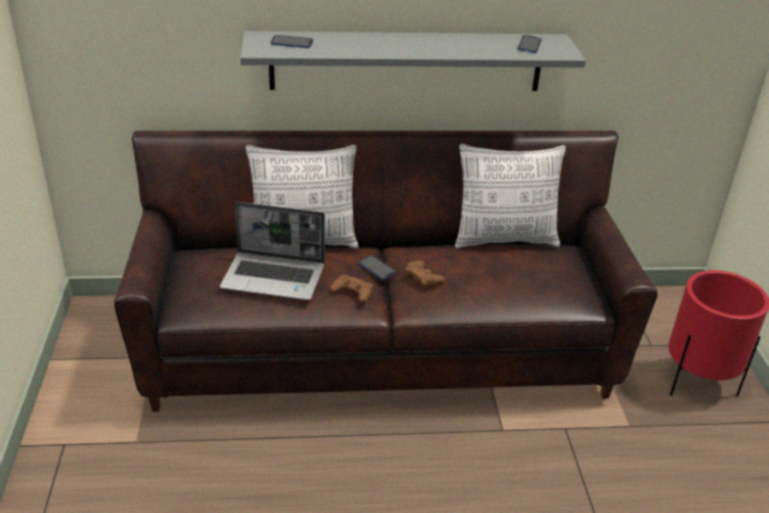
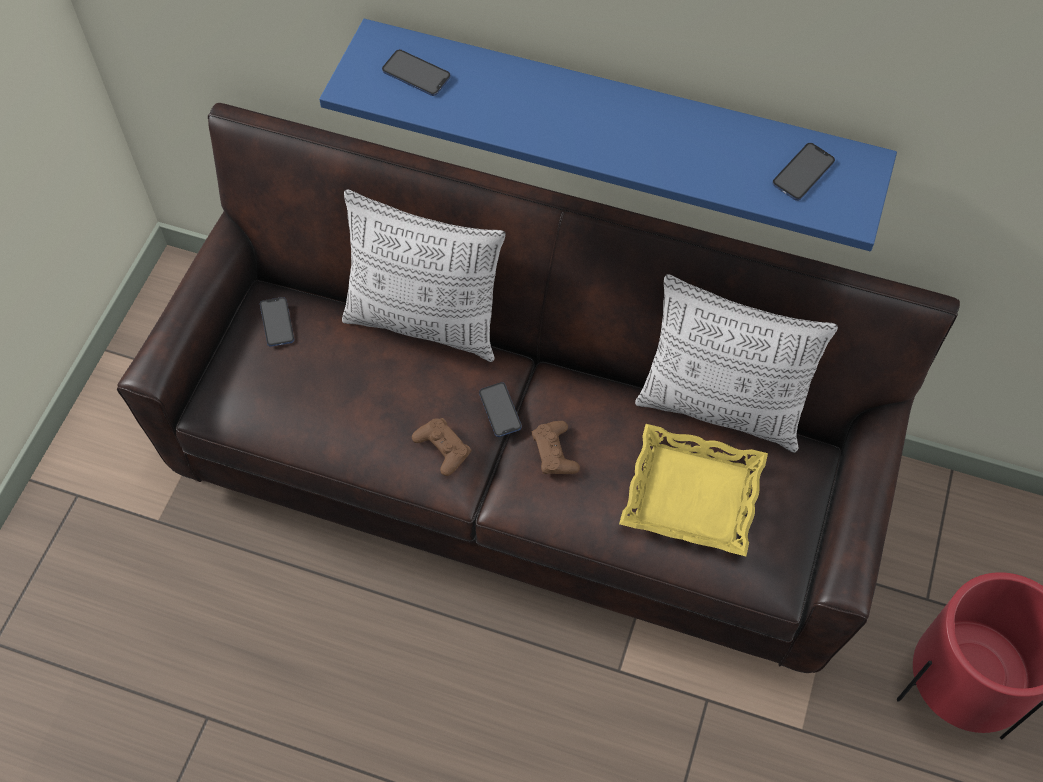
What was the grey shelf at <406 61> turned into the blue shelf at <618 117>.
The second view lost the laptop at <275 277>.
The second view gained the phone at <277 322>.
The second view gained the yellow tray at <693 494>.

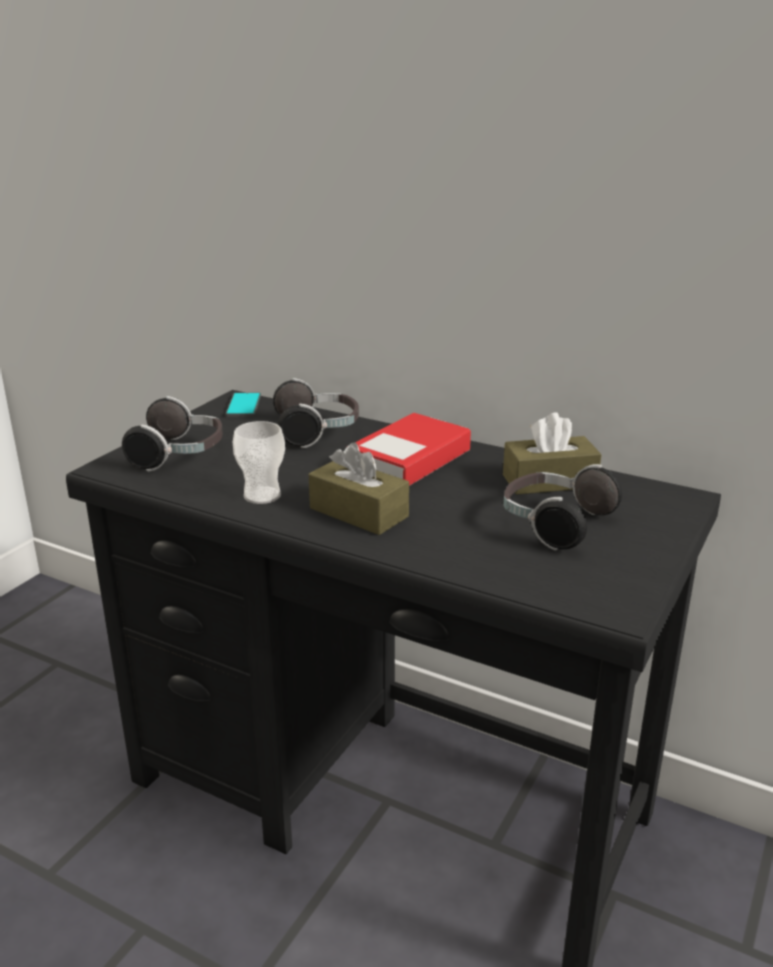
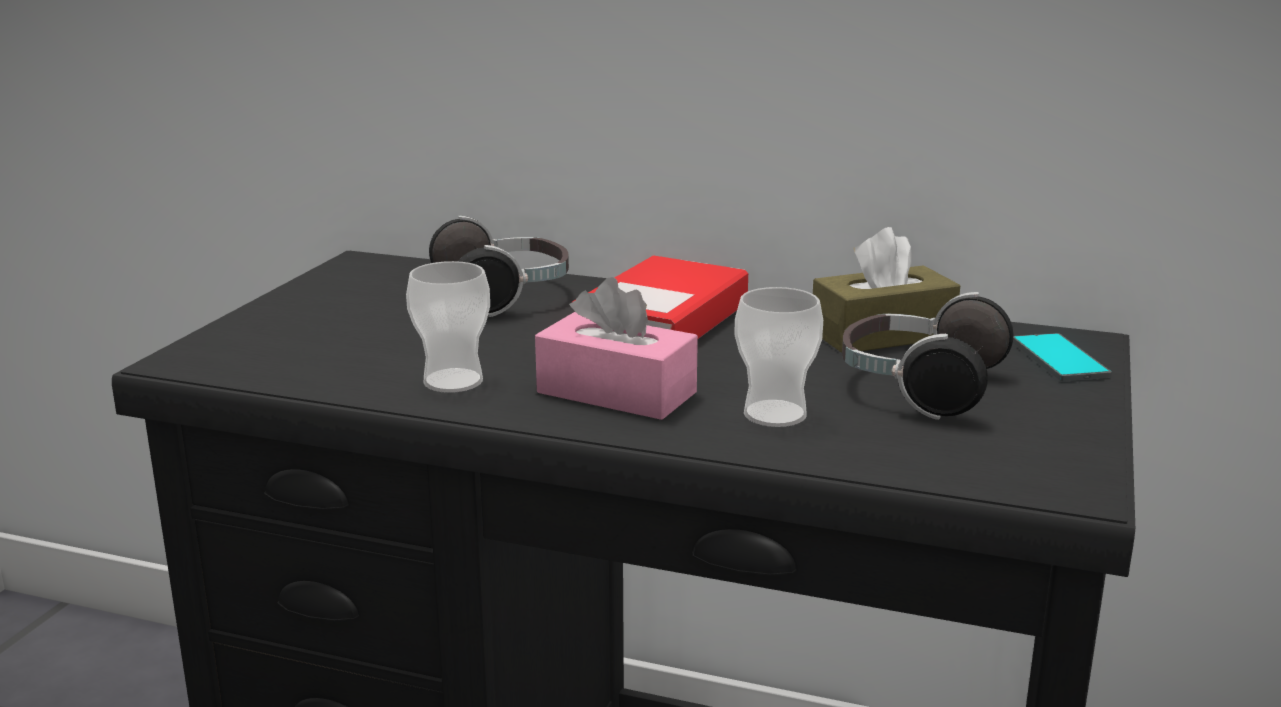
The phone ended up elsewhere, having gone from <244 406> to <1059 359>.
The second view lost the headphones at <180 455>.
What was the brown tissue box at <358 512> turned into the pink tissue box at <616 393>.
The second view gained the cup at <775 414>.

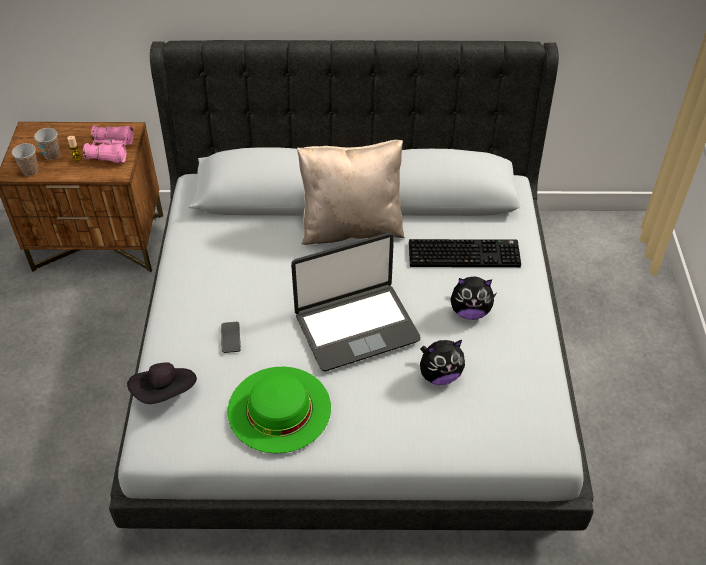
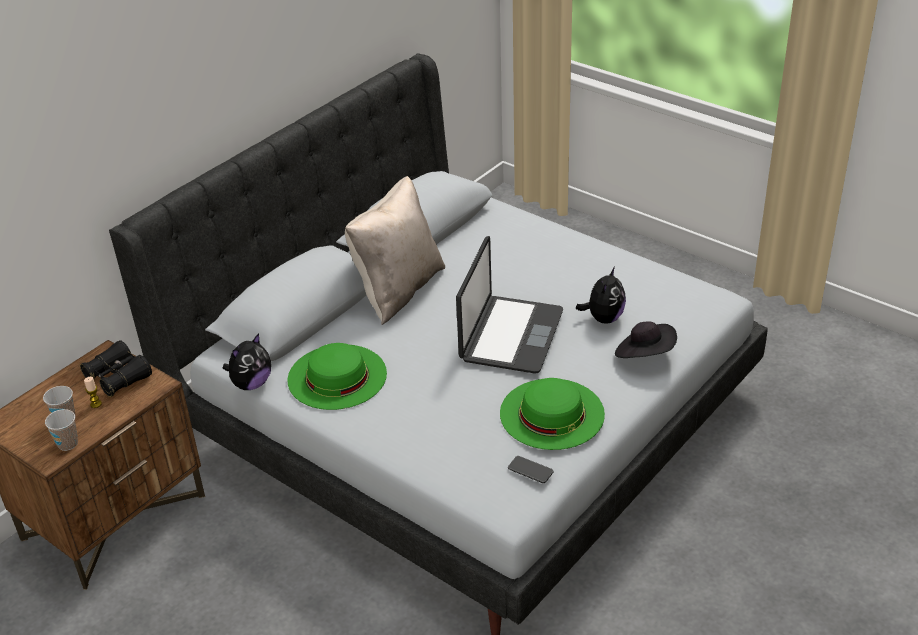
What was the pink binoculars at <111 151> turned into the black binoculars at <118 377>.
The second view lost the keyboard at <465 253>.
The plush toy ended up elsewhere, having gone from <470 311> to <251 384>.
The phone ended up elsewhere, having gone from <230 337> to <530 470>.
The black hat ended up elsewhere, having gone from <165 393> to <645 355>.
The second view gained the green hat at <337 376>.

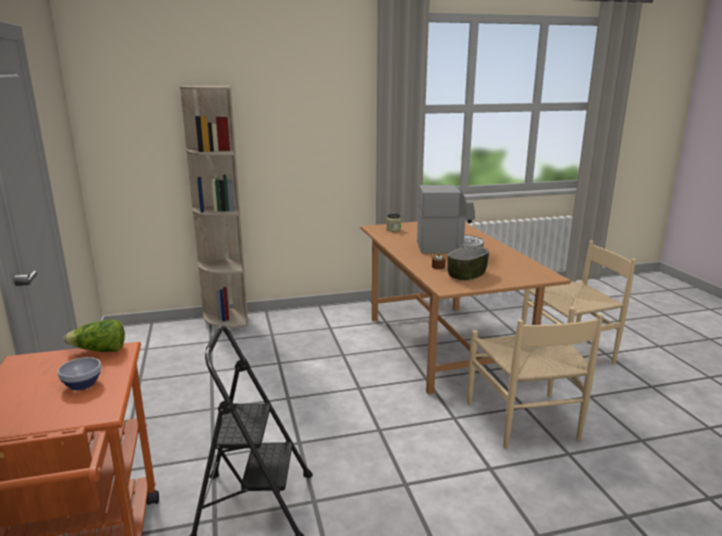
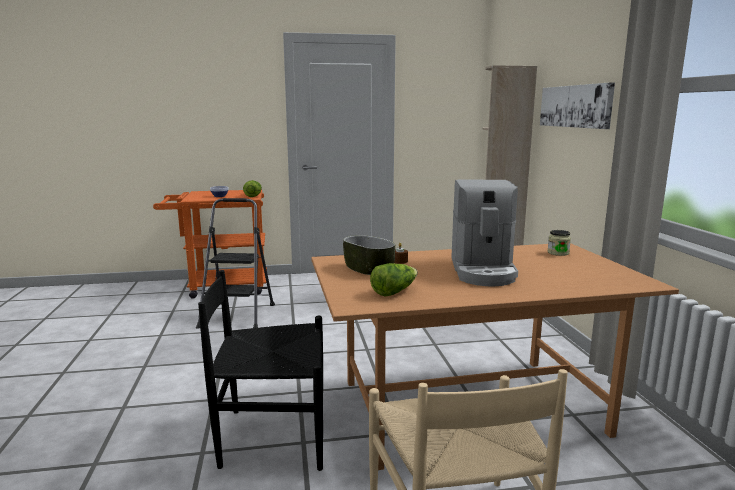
What was the beige chair at <525 421> turned into the black chair at <273 436>.
The second view gained the picture at <575 106>.
The second view gained the lettuce at <394 292>.

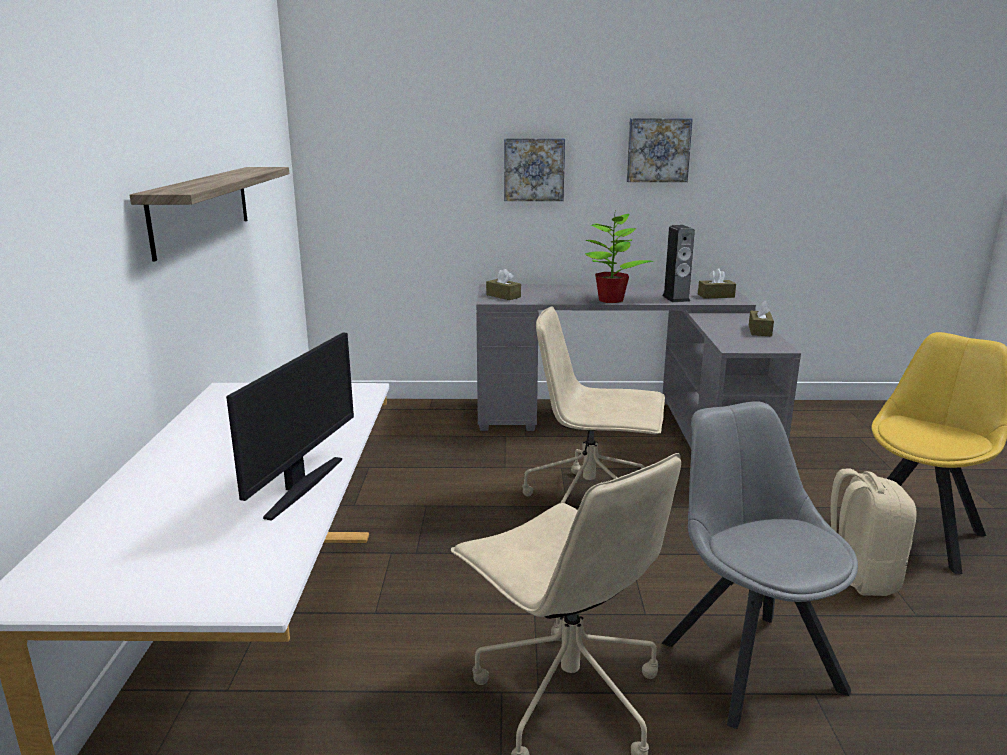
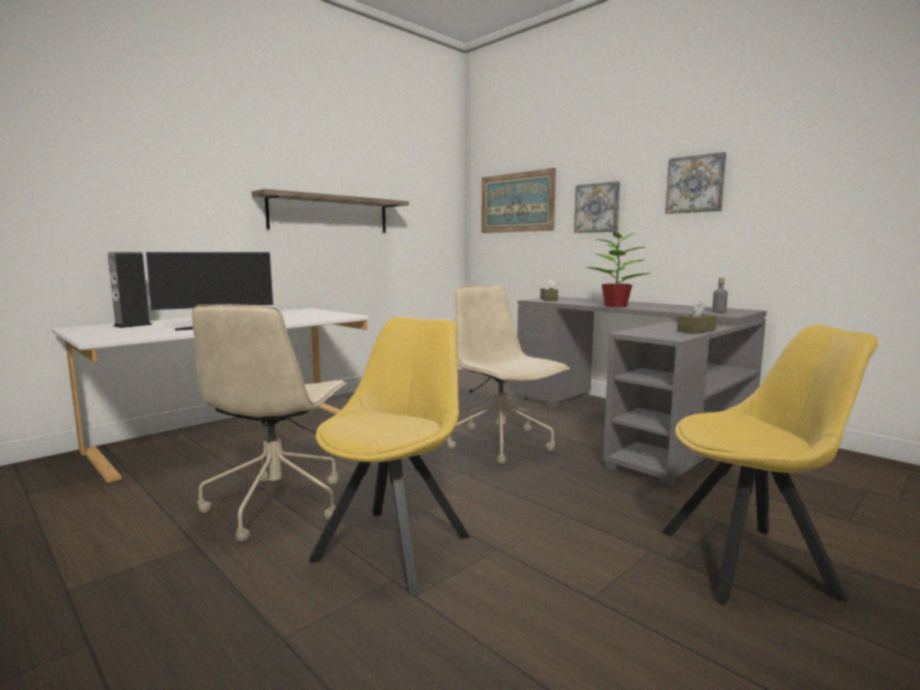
The speaker ended up elsewhere, having gone from <676 298> to <132 325>.
Where the brown tissue box stood at <716 296>, the grey bottle came to stand at <719 312>.
What was the grey chair at <748 663> turned into the yellow chair at <395 545>.
The second view lost the beige backpack at <858 576>.
The second view gained the picture at <516 202>.

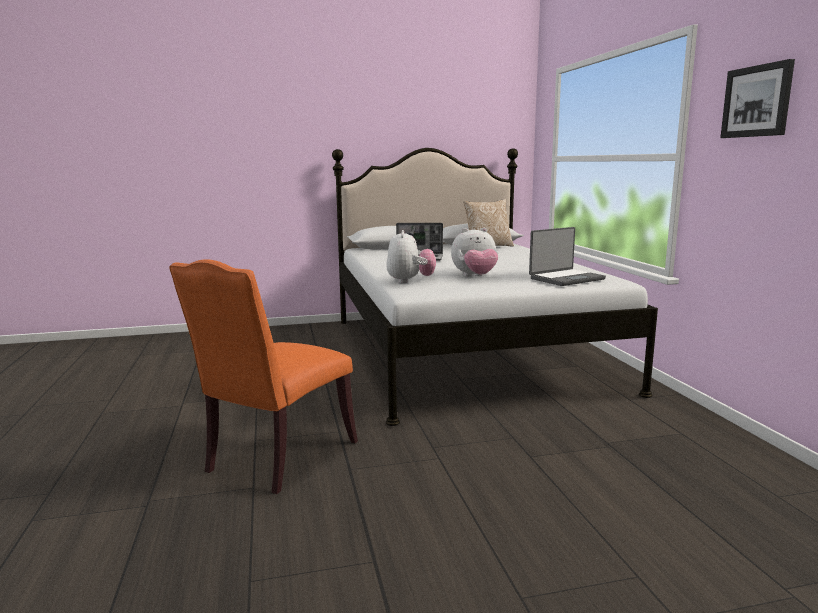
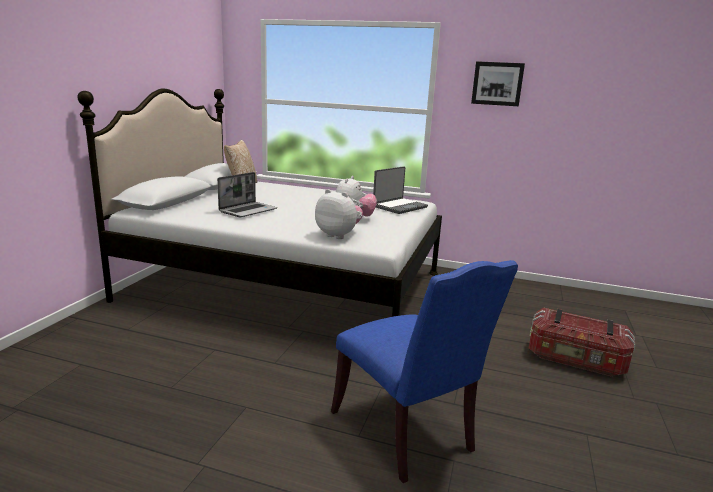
The laptop at <565 279> ended up facing another way, 45 degrees clockwise from before.
What was the orange chair at <277 458> turned into the blue chair at <407 433>.
The second view gained the storage box at <575 360>.

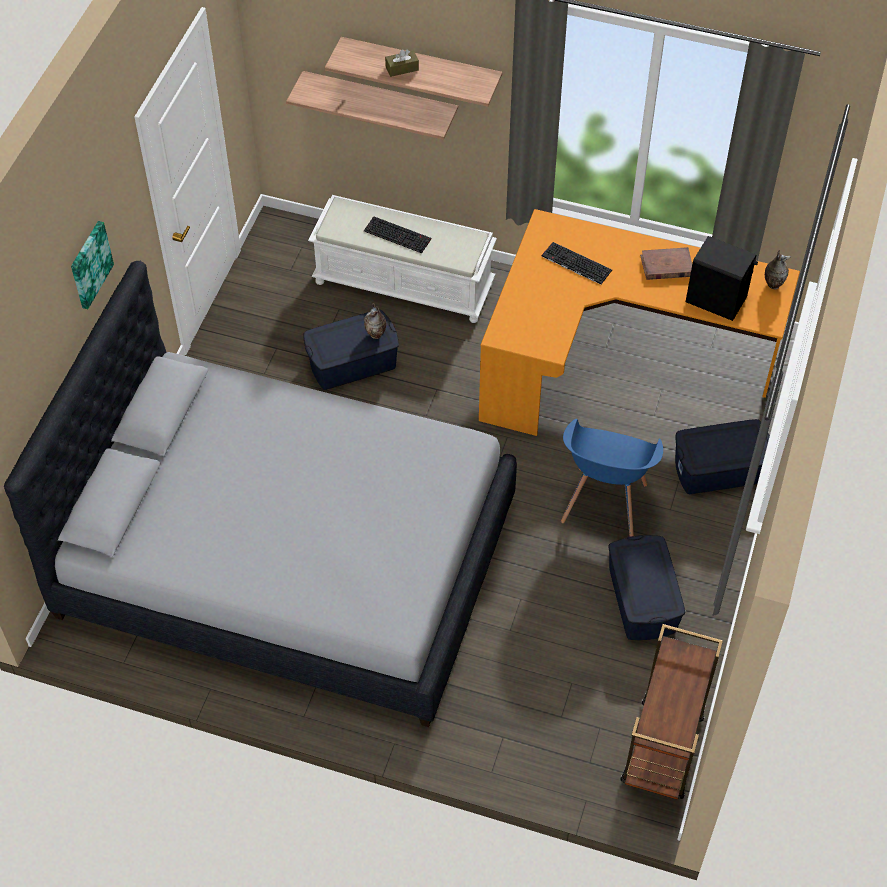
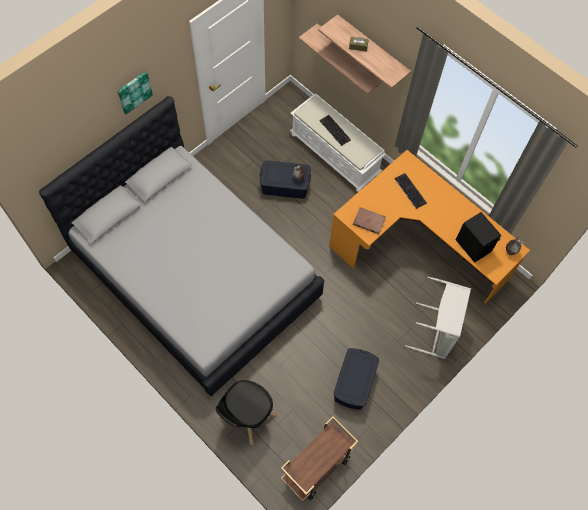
The brown book ended up elsewhere, having gone from <666 266> to <368 221>.
The second view lost the blue chair at <604 504>.
Where the blue storage box stood at <720 470>, the grey laundry basket came to stand at <436 332>.
The second view gained the black chair at <246 418>.

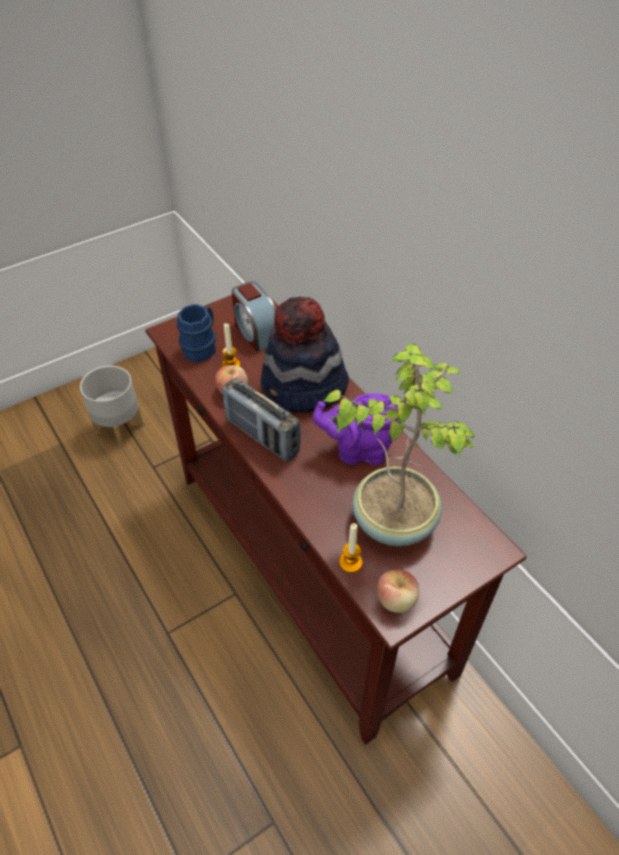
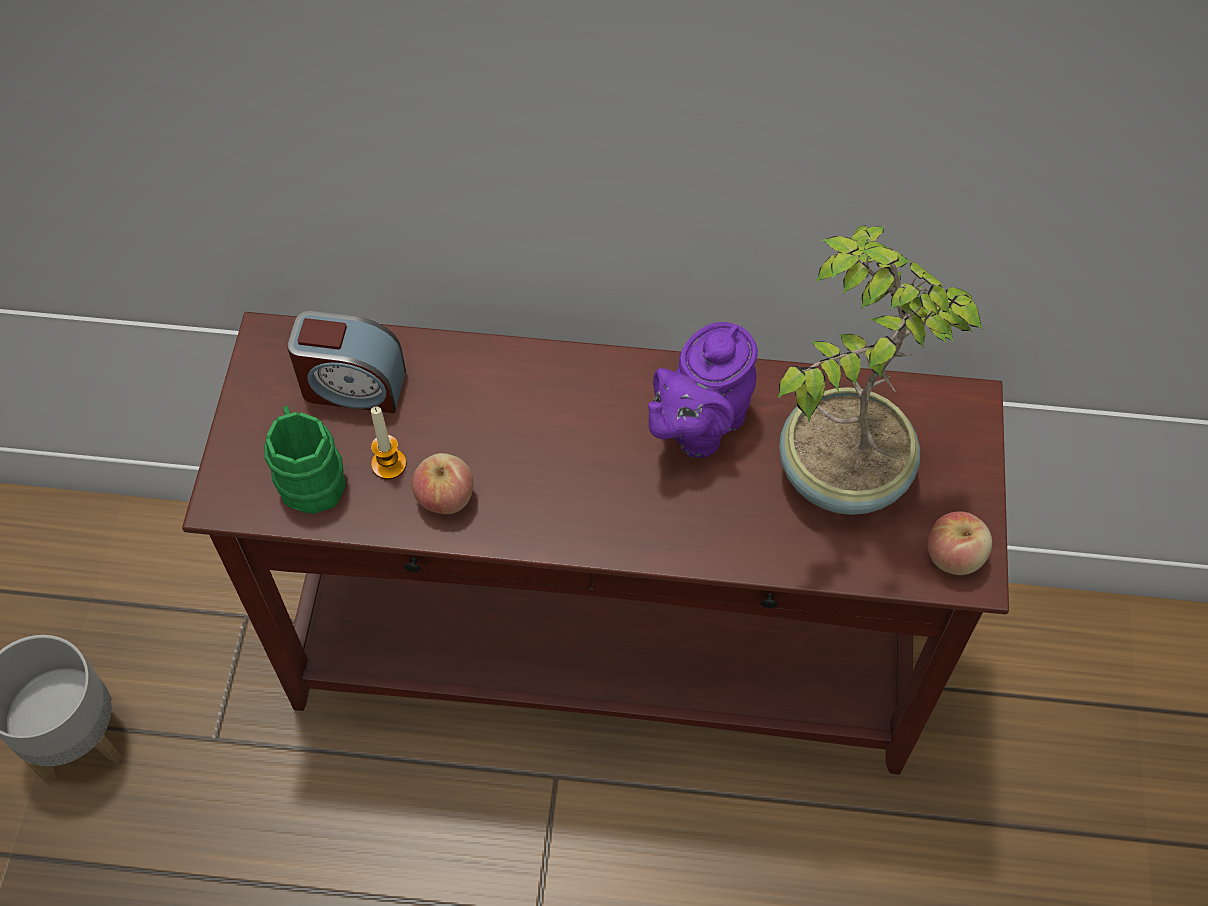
The second view lost the hat at <304 388>.
What was the blue mug at <202 346> turned into the green mug at <309 476>.
The second view lost the radio at <262 436>.
The second view lost the candle at <350 562>.

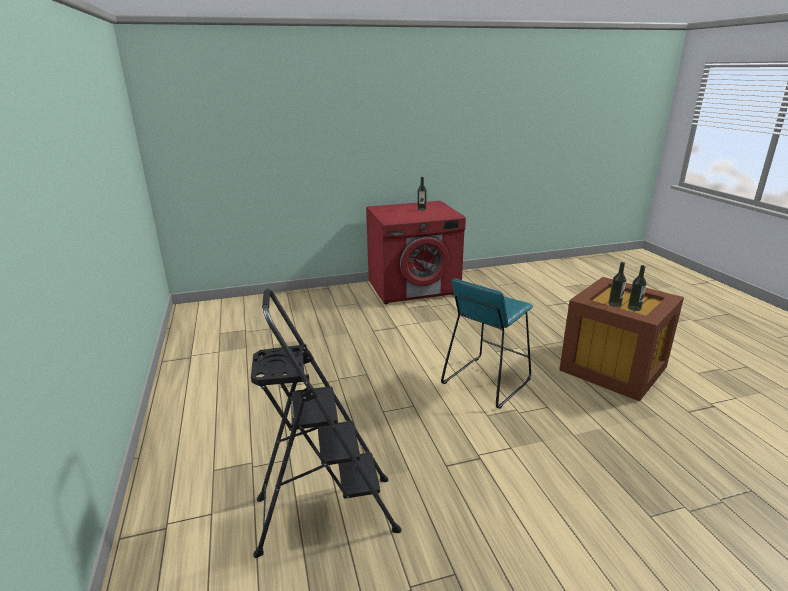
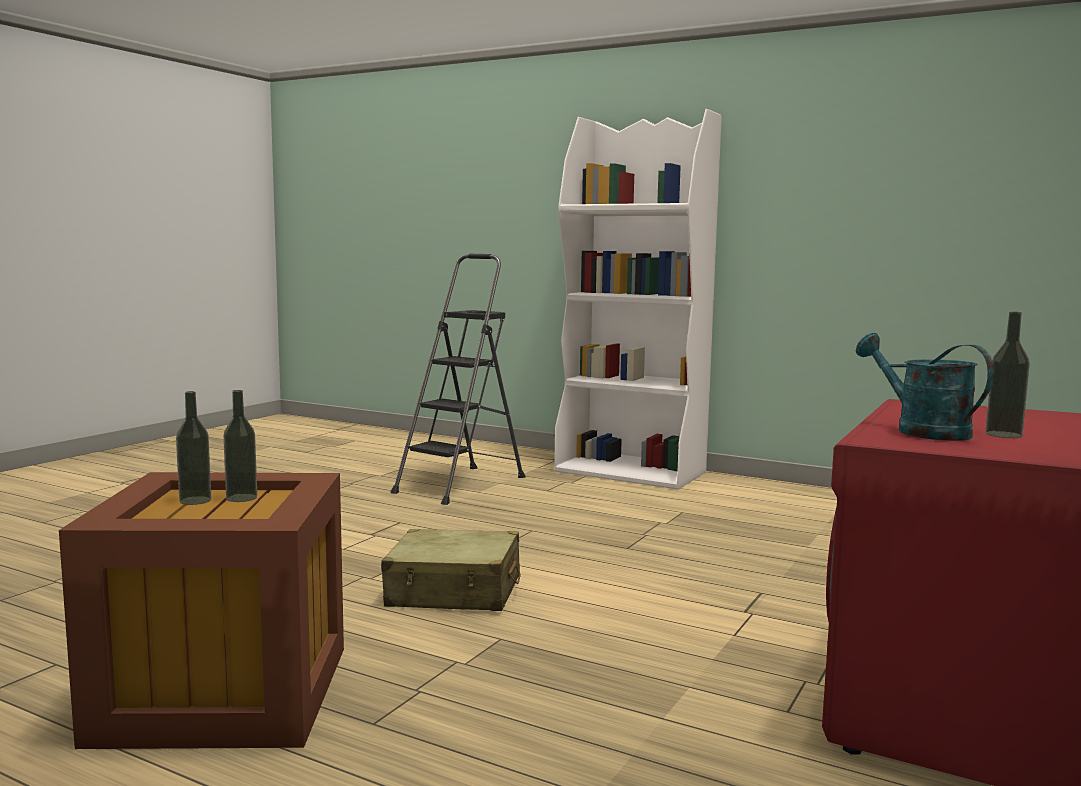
Where the turquoise stool stood at <486 381>, the beige suitcase came to stand at <454 592>.
The second view gained the white bookcase at <631 472>.
The second view gained the turquoise watering can at <921 430>.

